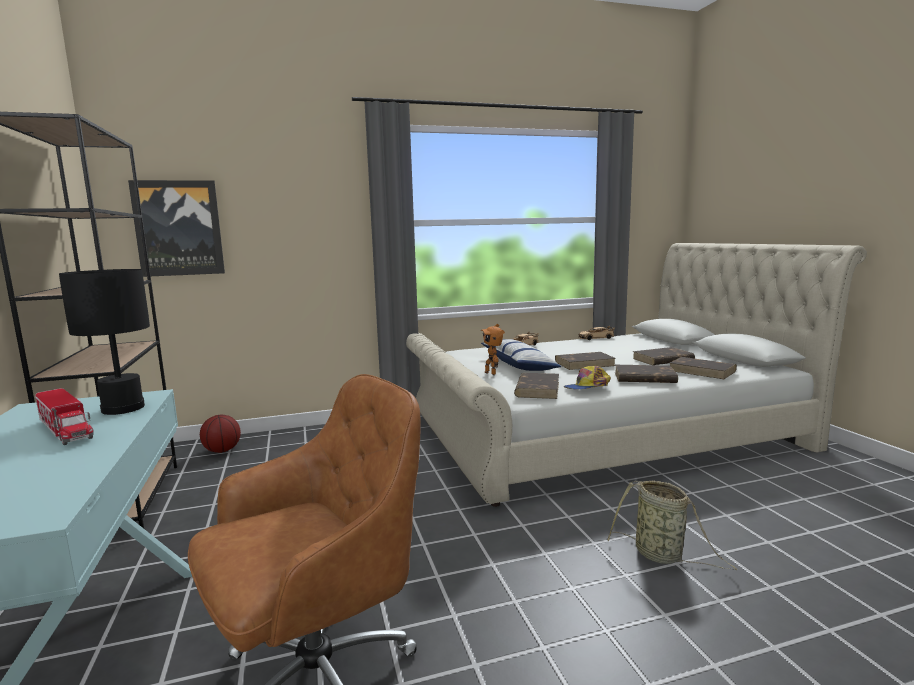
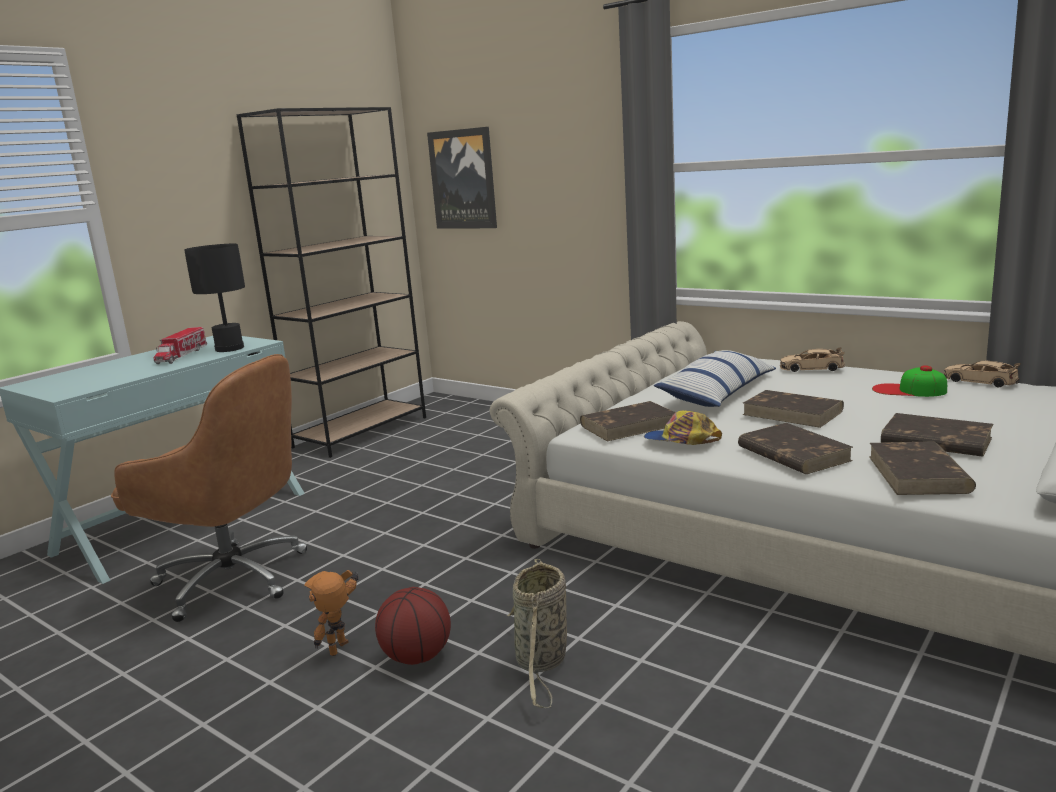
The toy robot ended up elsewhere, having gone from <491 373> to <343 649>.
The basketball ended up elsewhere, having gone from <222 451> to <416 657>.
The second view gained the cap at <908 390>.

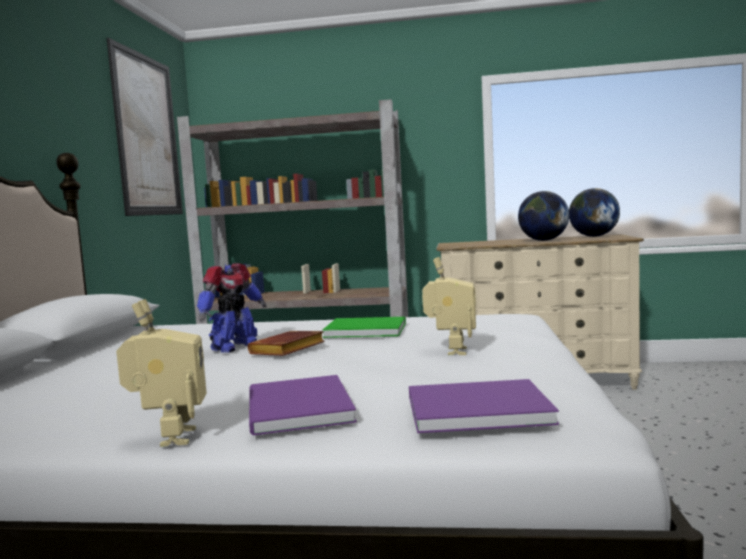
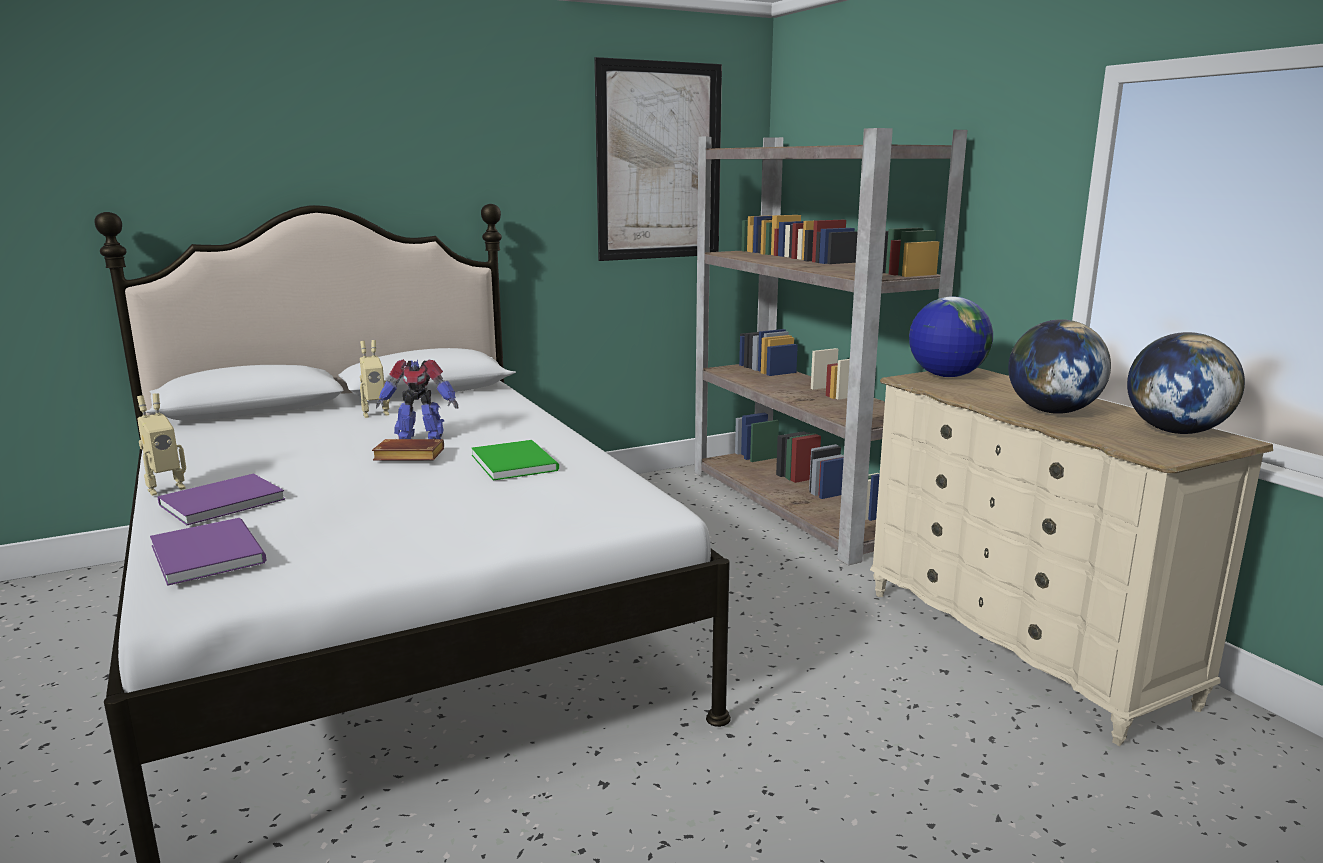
The toy robot ended up elsewhere, having gone from <451 351> to <375 413>.
The second view gained the globe at <946 376>.

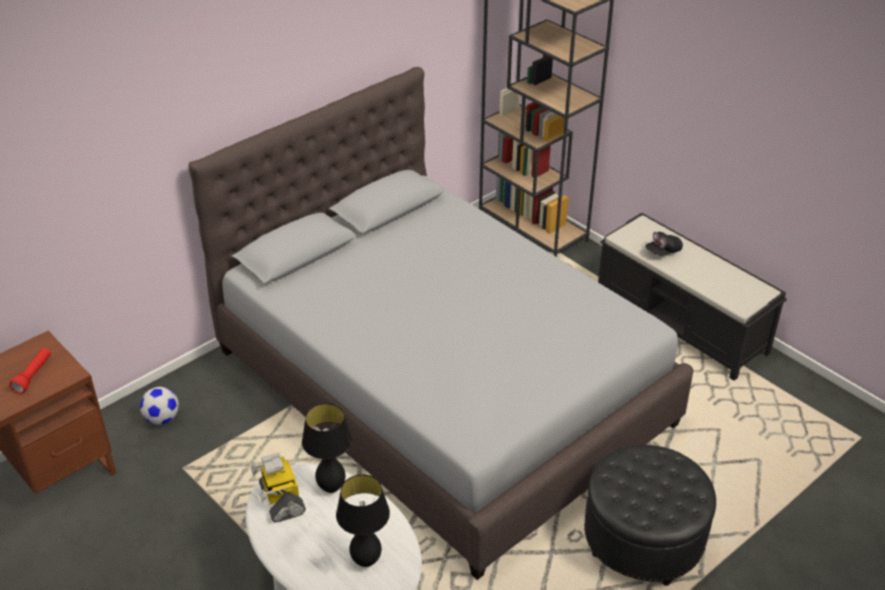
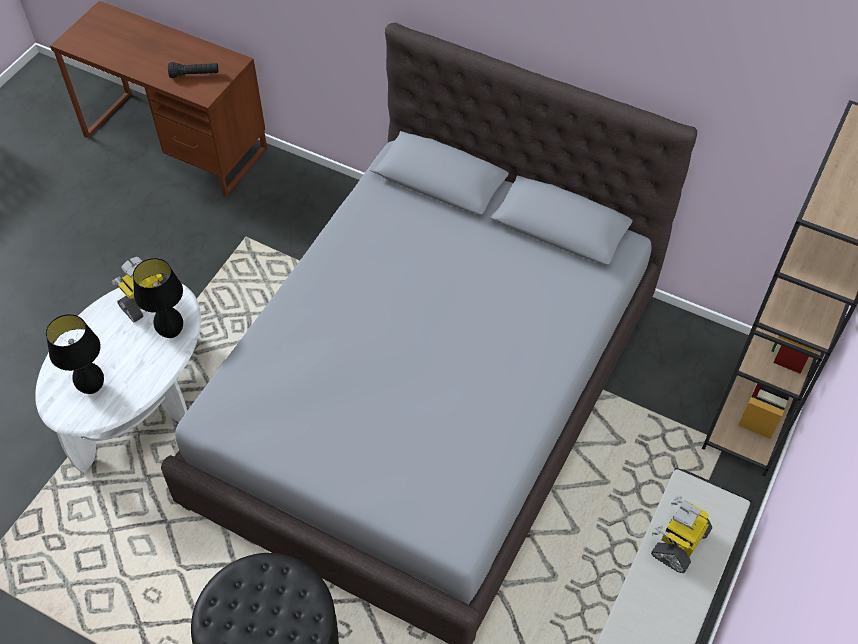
Where the black cap stood at <663 251>, the toy robot came to stand at <679 542>.
What was the red flashlight at <33 375> turned into the black flashlight at <194 75>.
The second view lost the football at <162 419>.

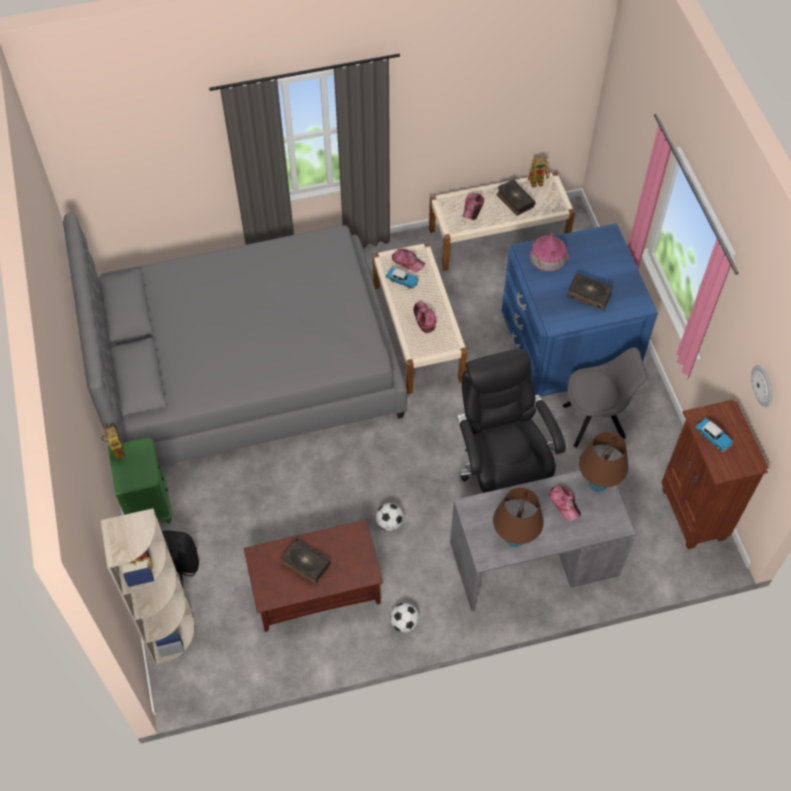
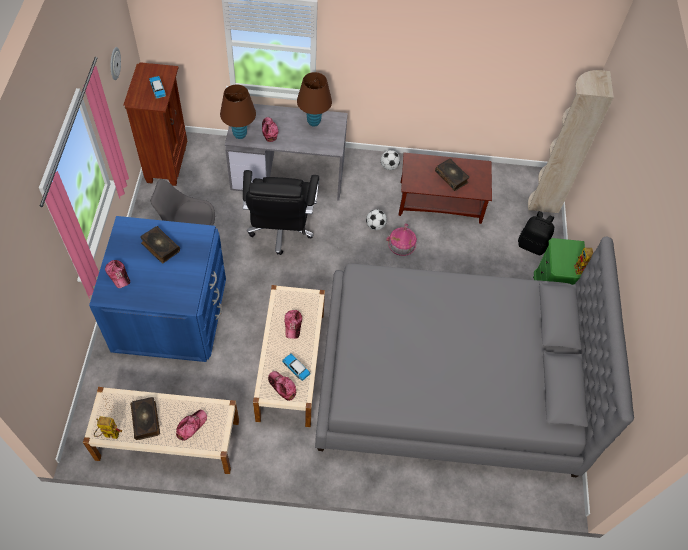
The toy house ended up elsewhere, having gone from <547 257> to <402 243>.
The second view gained the cap at <118 275>.

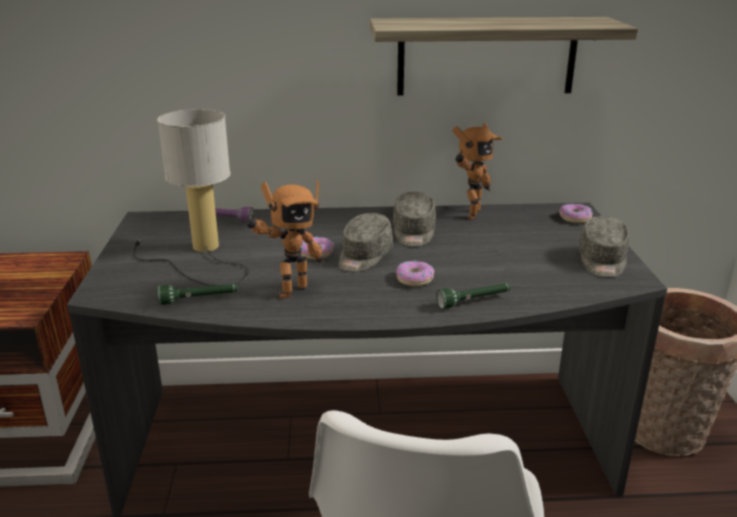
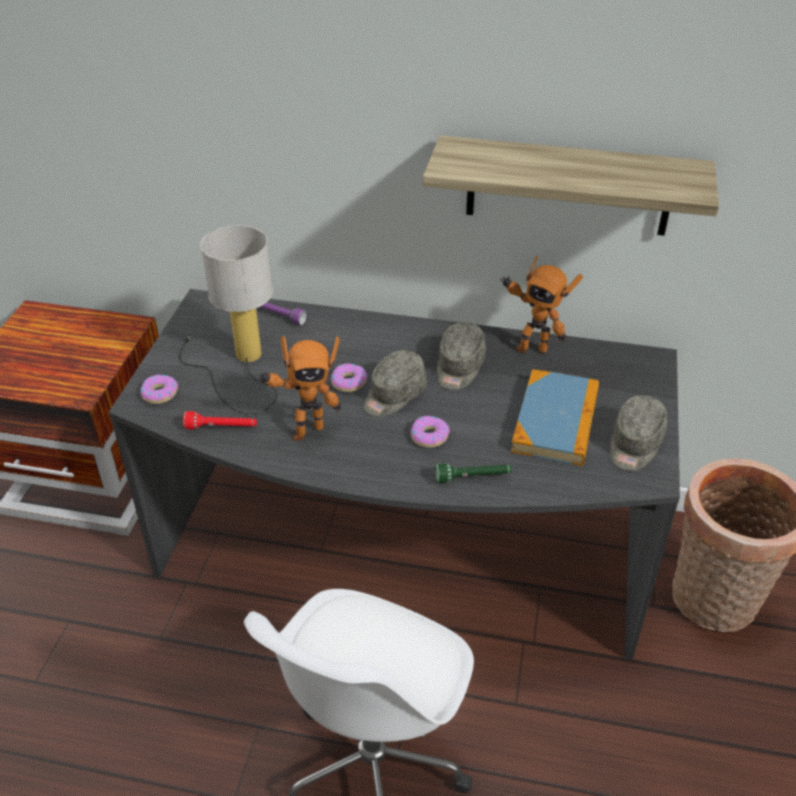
The toy robot at <469 214> ended up facing another way, 60 degrees clockwise from before.
The donut ended up elsewhere, having gone from <575 218> to <159 393>.
What was the green flashlight at <199 300> turned into the red flashlight at <221 428>.
The second view gained the book at <556 420>.

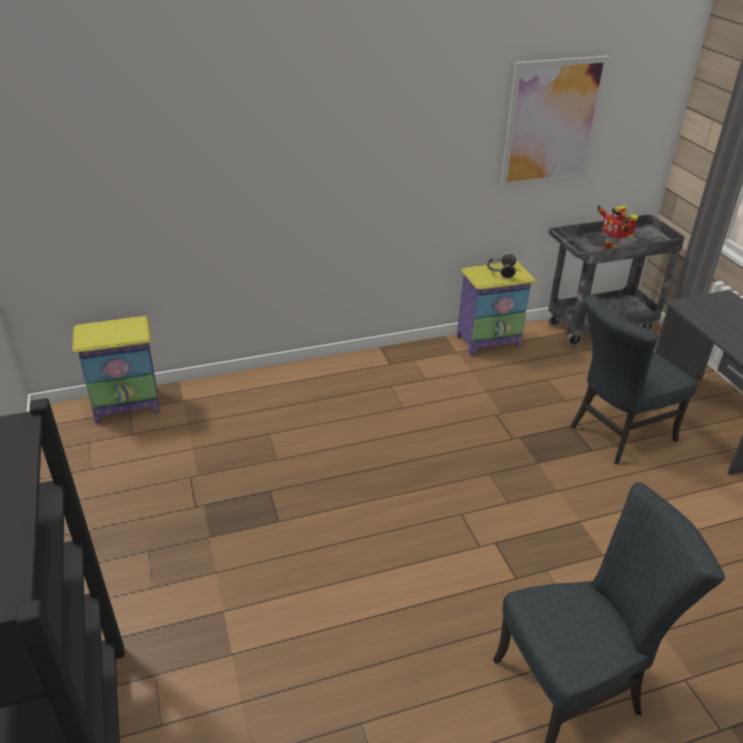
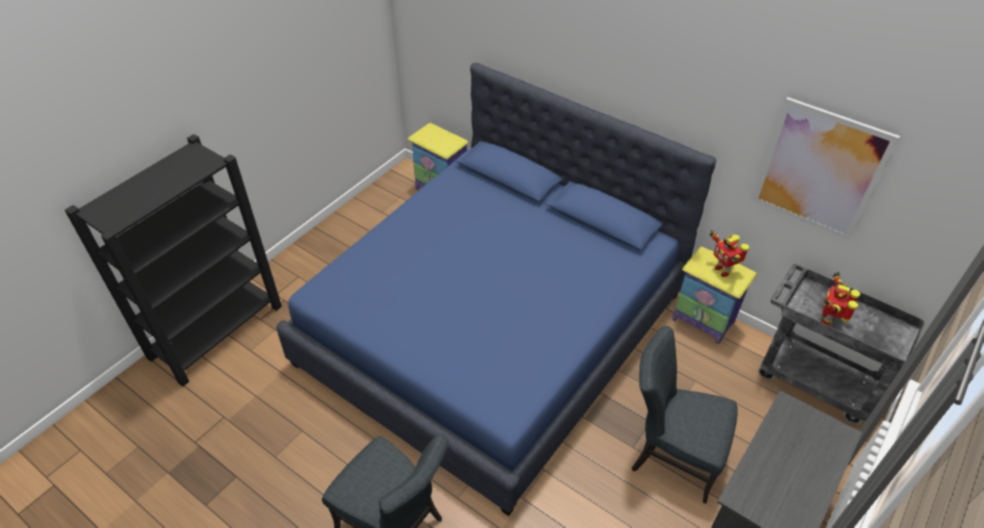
Where the headphones stood at <500 272>, the toy robot came to stand at <722 270>.
The second view gained the blue bed at <492 328>.

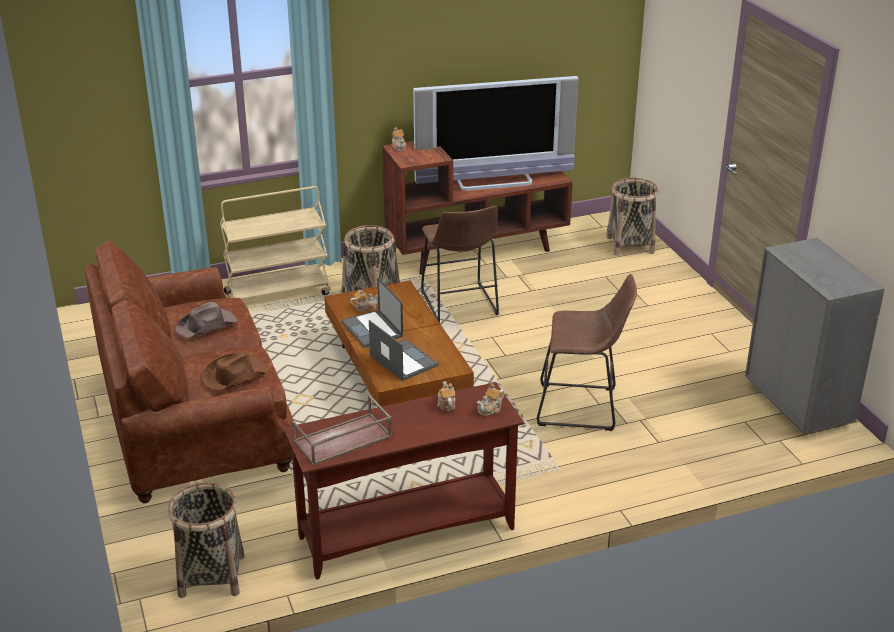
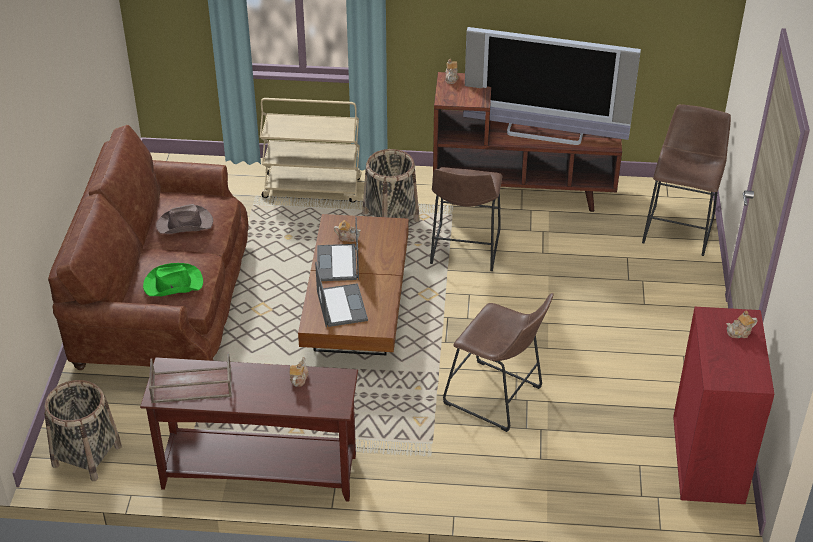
Where the basket stood at <630 245>, the brown stool came to stand at <680 227>.
What was the grey cabinet at <799 406> turned into the red cabinet at <707 466>.
What was the brown hat at <233 375> turned into the green hat at <172 284>.
The teapot ended up elsewhere, having gone from <490 409> to <739 332>.

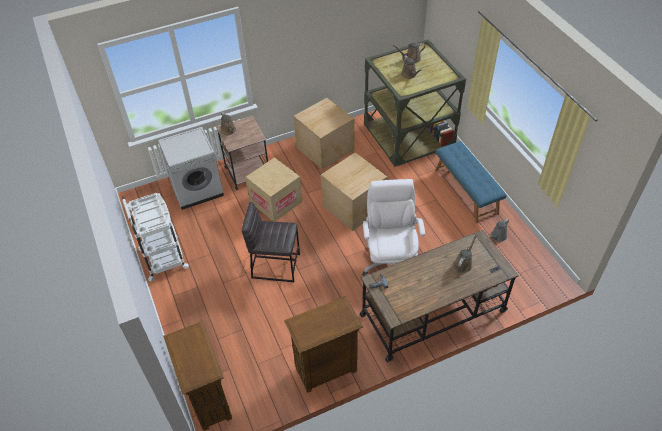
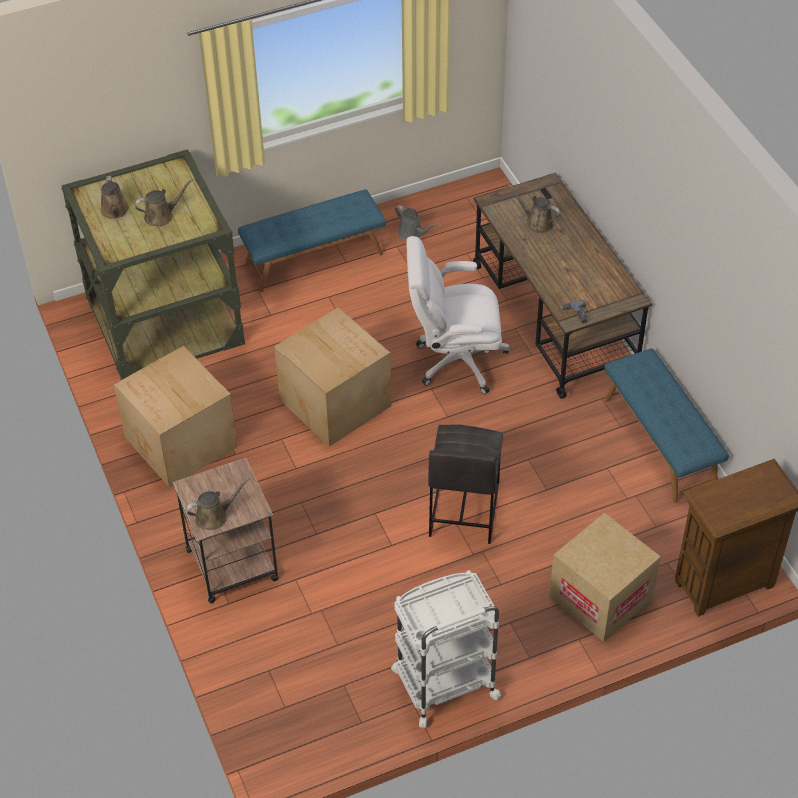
The second view lost the white washing machine at <198 191>.
The cardboard box ended up elsewhere, having gone from <276 202> to <601 597>.
Where the brown cabinet stood at <325 371>, the blue bench came to stand at <660 442>.

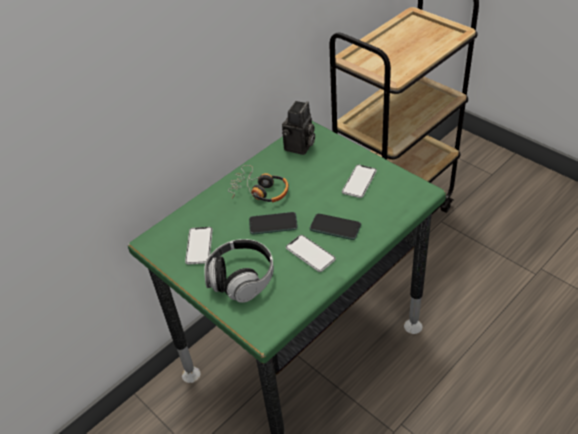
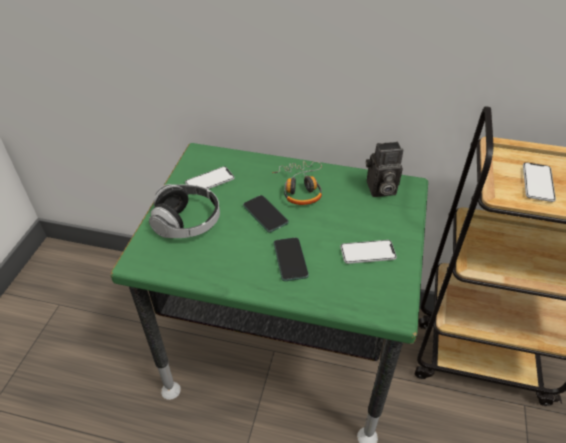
The phone ended up elsewhere, having gone from <310 254> to <537 182>.

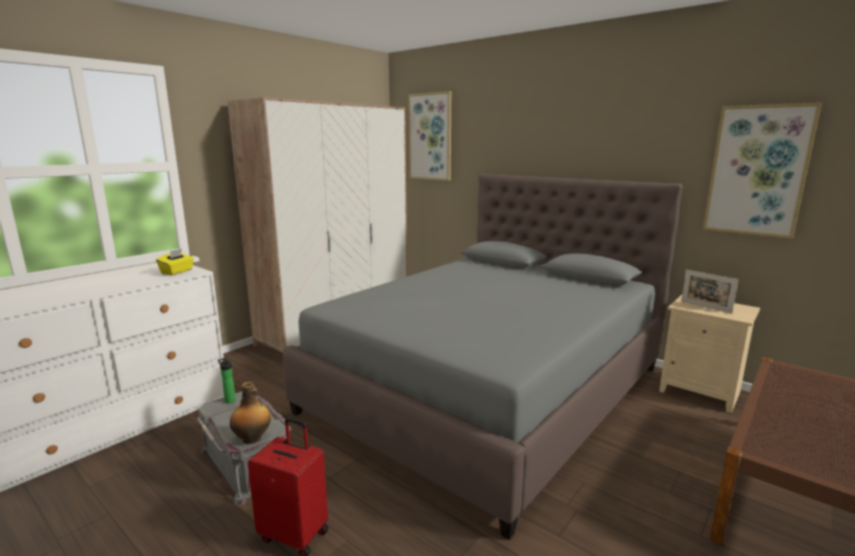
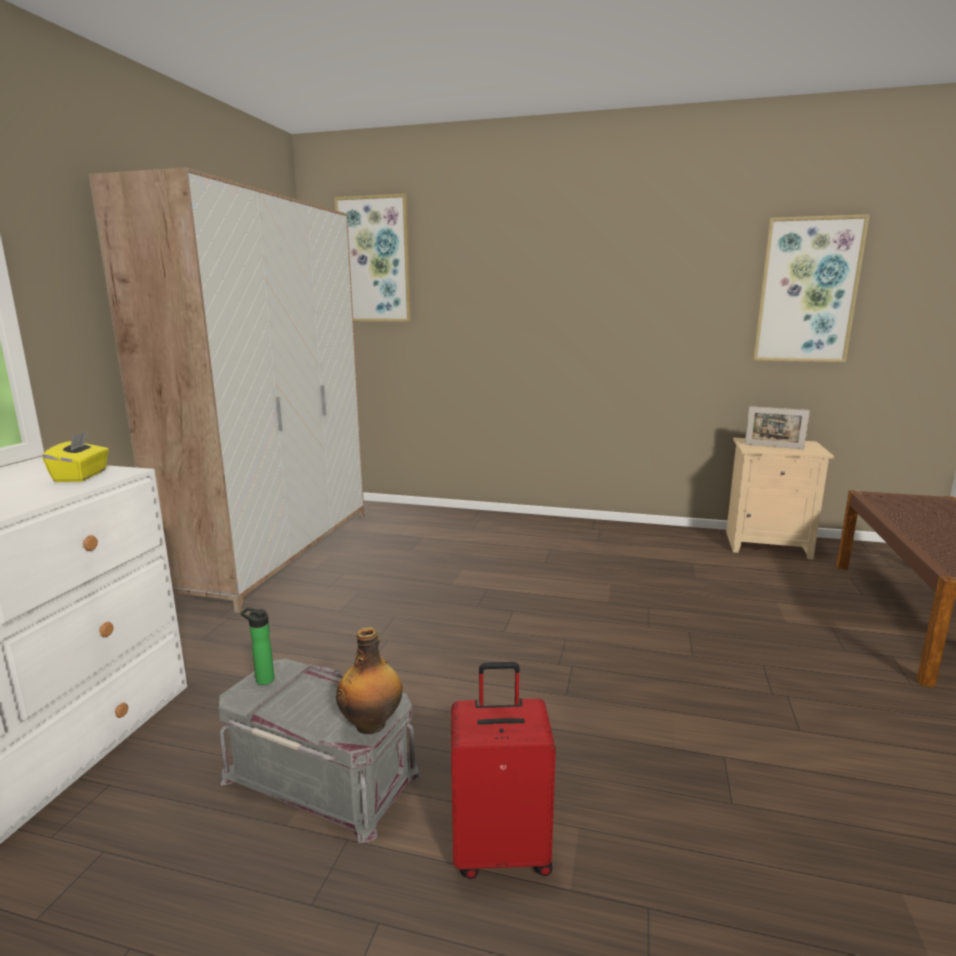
The second view lost the grey bed at <489 389>.

